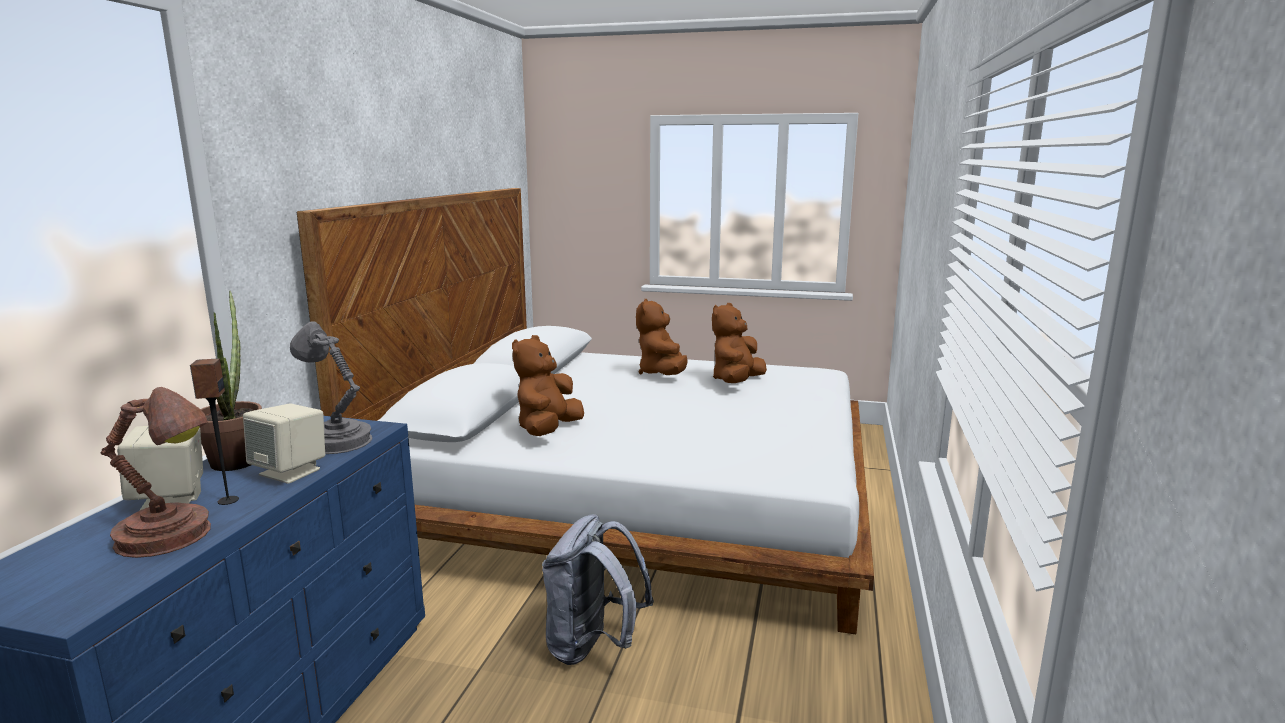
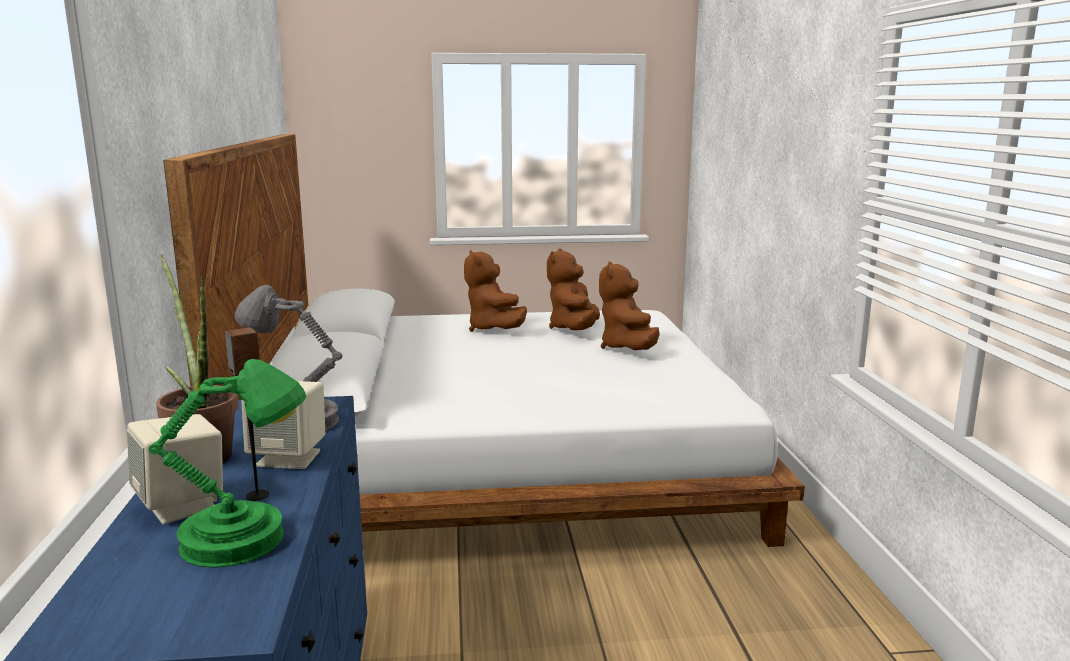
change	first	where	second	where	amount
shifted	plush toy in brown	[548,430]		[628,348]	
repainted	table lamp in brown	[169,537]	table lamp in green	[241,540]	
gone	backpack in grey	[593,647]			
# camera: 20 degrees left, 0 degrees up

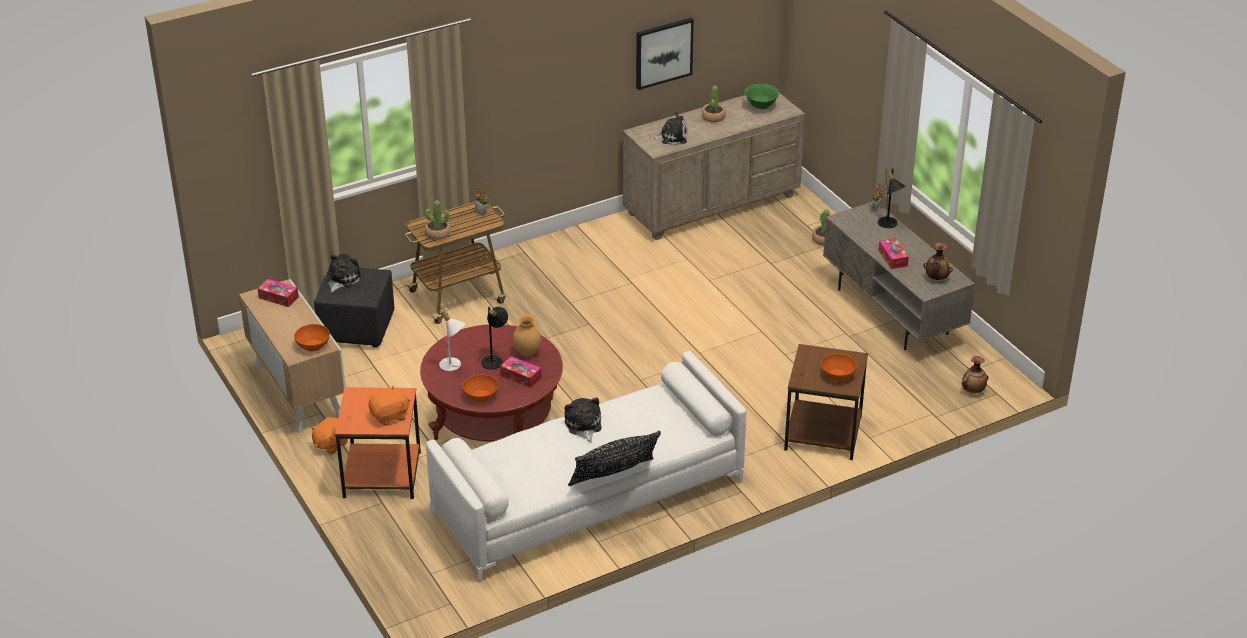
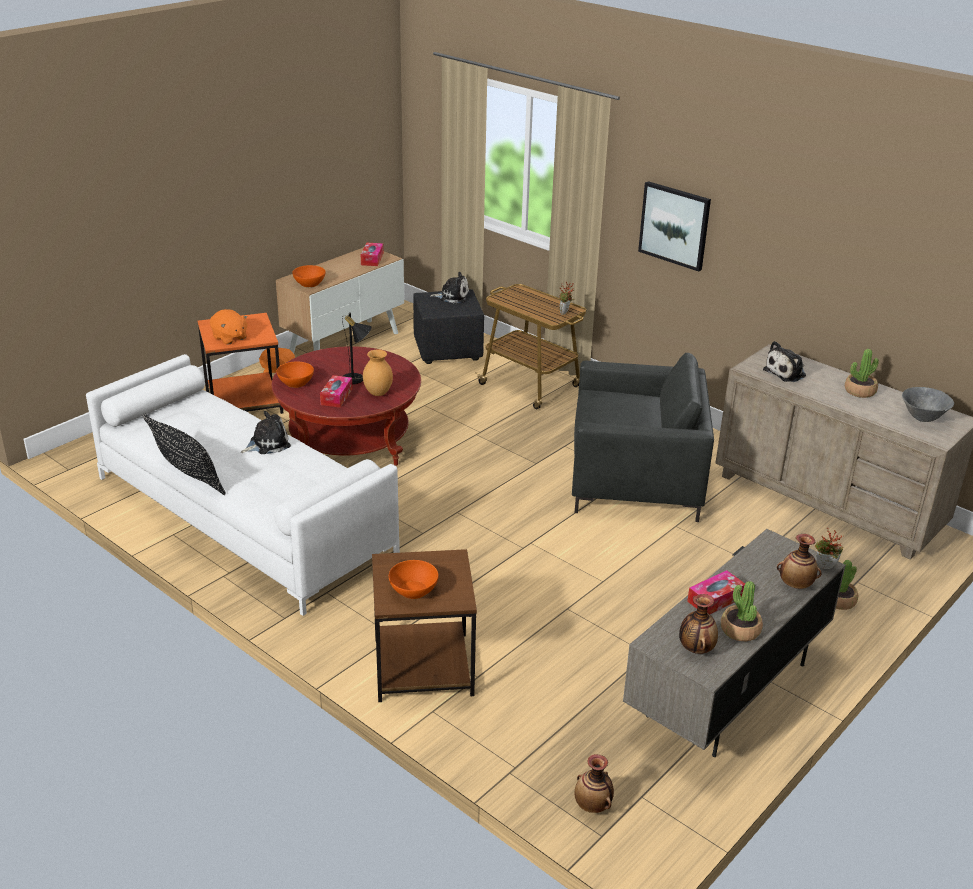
change	first	where	second	where	amount
shifted	picture	[663,52]		[674,225]	
repainted	bowl in green	[761,106]	bowl in grey	[923,418]	
rotated	plush toy	[671,137]		[786,373]	75 degrees clockwise
swapped	table lamp in black	[889,225]	vase	[795,585]	
shifted	potted plant	[438,234]		[740,630]	
gone	table lamp in white	[453,366]			
new			armchair in grey	[635,480]	
# camera: 70 degrees right, 5 degrees down

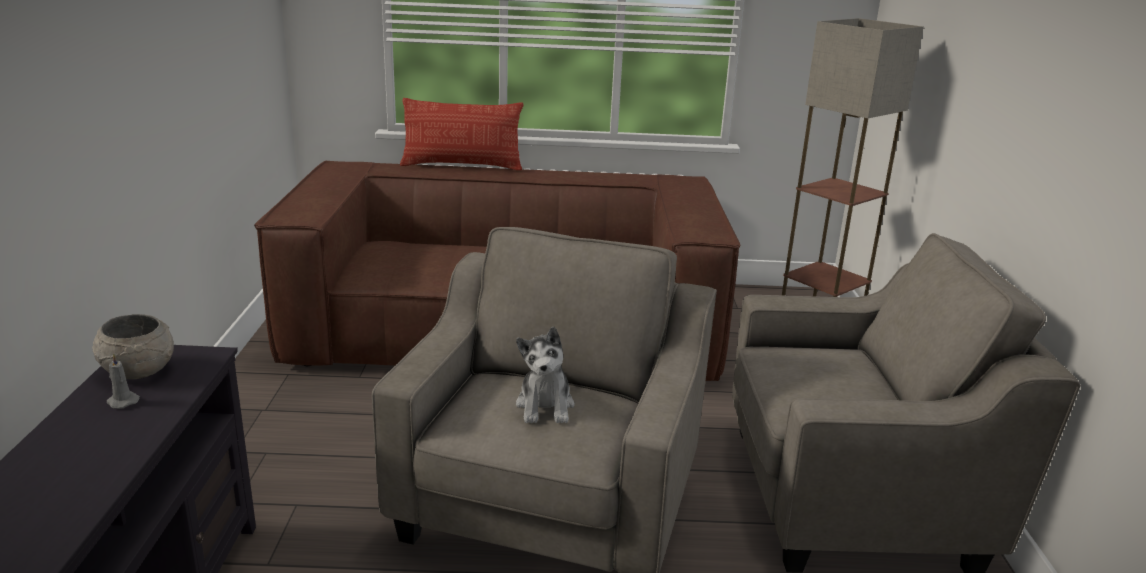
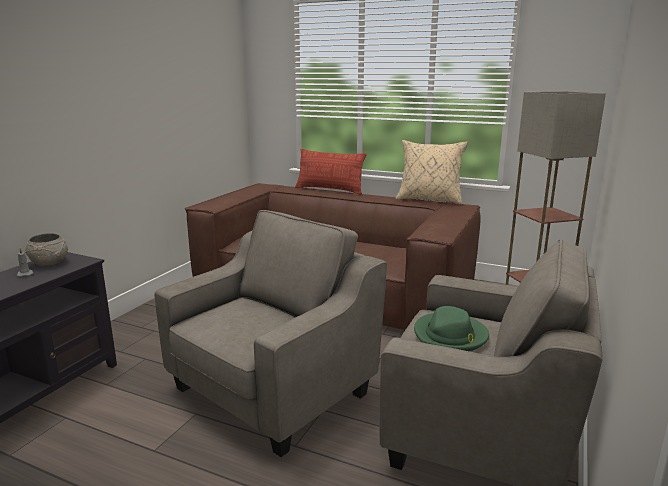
change	first	where	second	where	amount
gone	plush toy	[545,406]			
new			pillow in beige	[429,200]	
new			hat in green	[450,336]	
# camera: 25 degrees right, 5 degrees down

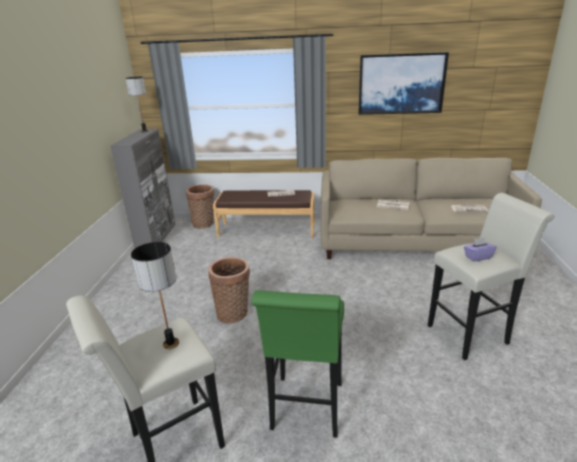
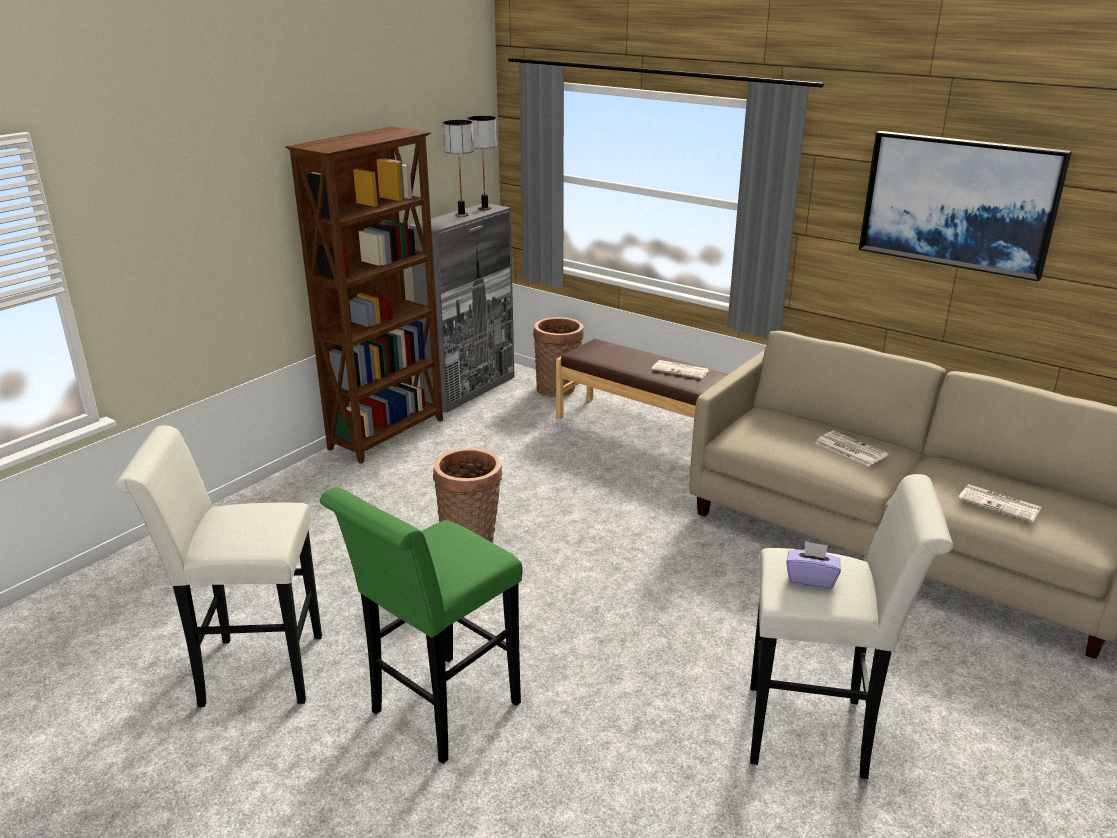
change	first	where	second	where	amount
shifted	table lamp	[171,343]		[462,215]	
new			bookcase in brown	[388,434]	
# camera: 30 degrees right, 0 degrees up

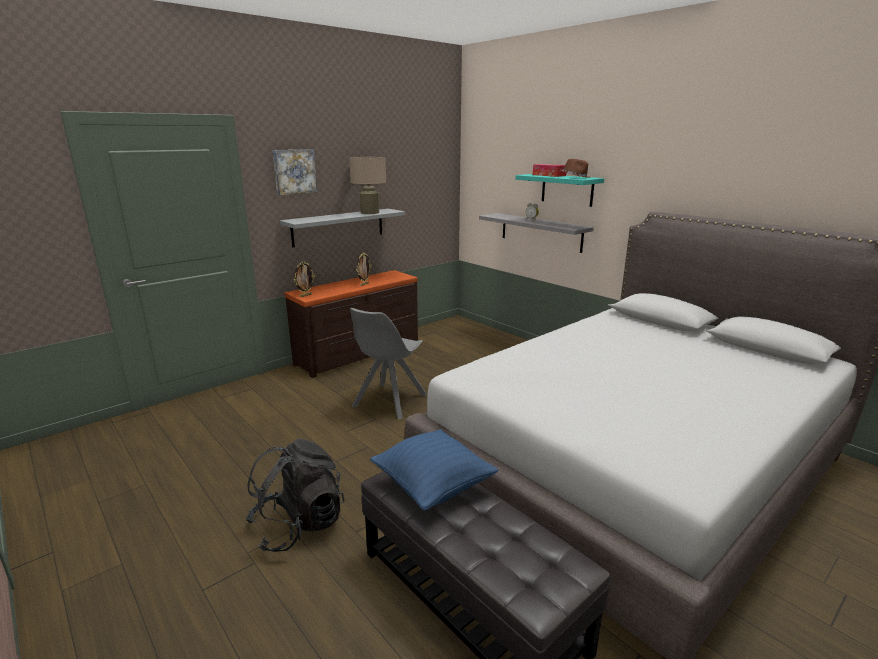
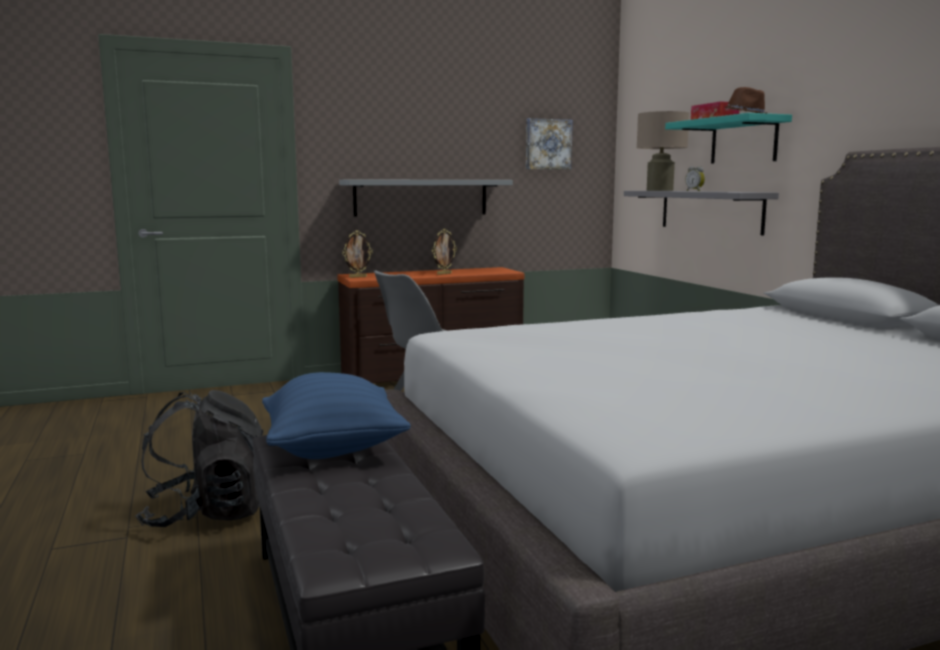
change	first	where	second	where	amount
shifted	picture	[294,171]		[547,144]	
shifted	table lamp in beige	[369,212]		[659,190]	
# camera: 20 degrees right, 10 degrees down

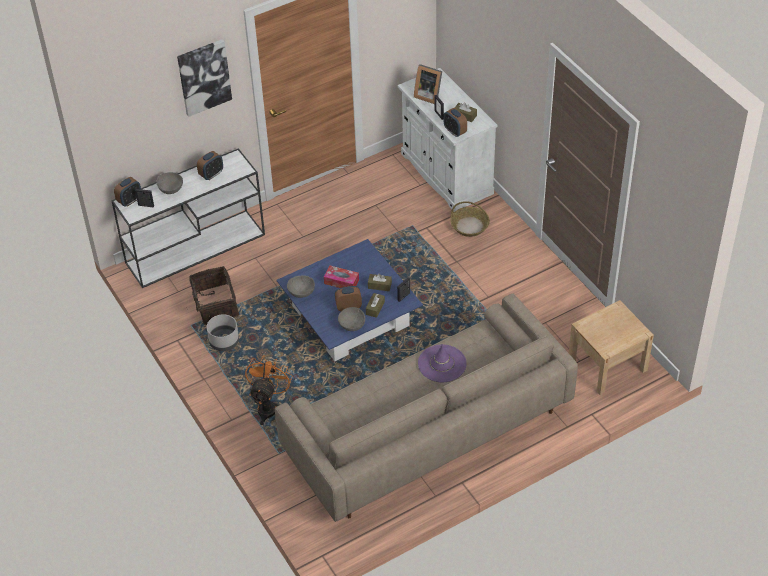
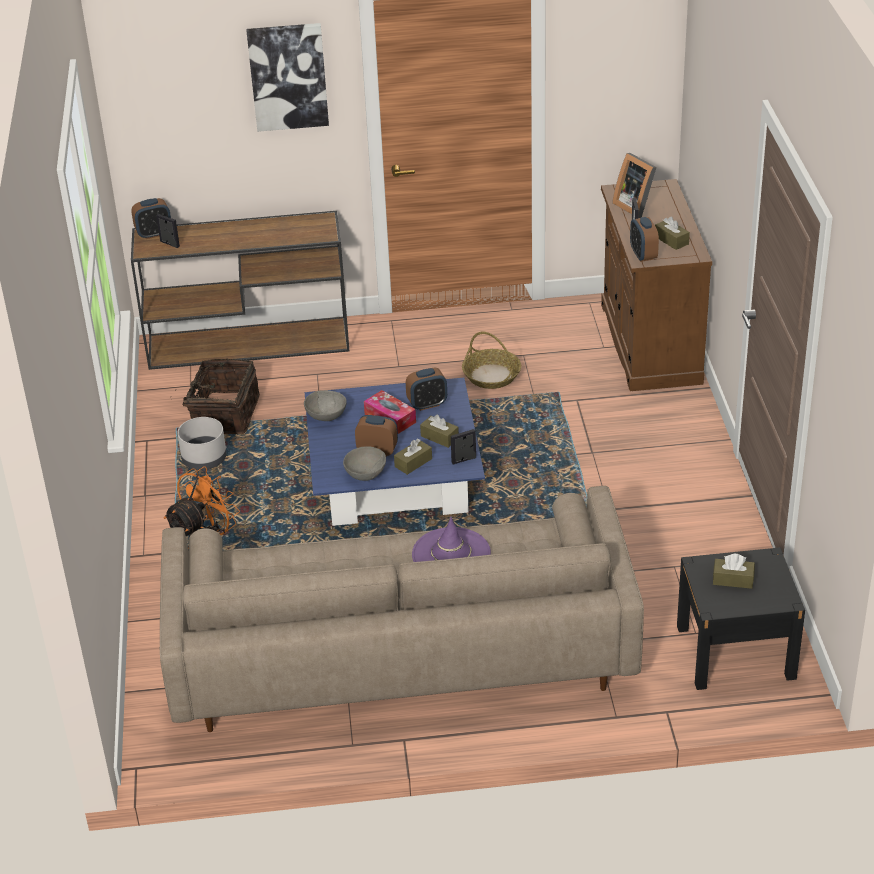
change	first	where	second	where	amount
repainted	cabinet in white	[446,174]	cabinet in brown	[650,343]	
repainted	console table in white	[196,248]	console table in brown	[250,343]	
shifted	alarm clock	[211,174]		[427,404]	
gone	bowl in grey	[171,189]			
shifted	basket	[470,226]		[492,376]	
repainted	nightstand in beige	[607,365]	nightstand in black	[735,652]	
new			tissue box in brown	[733,580]	
# camera: 25 degrees right, 10 degrees down

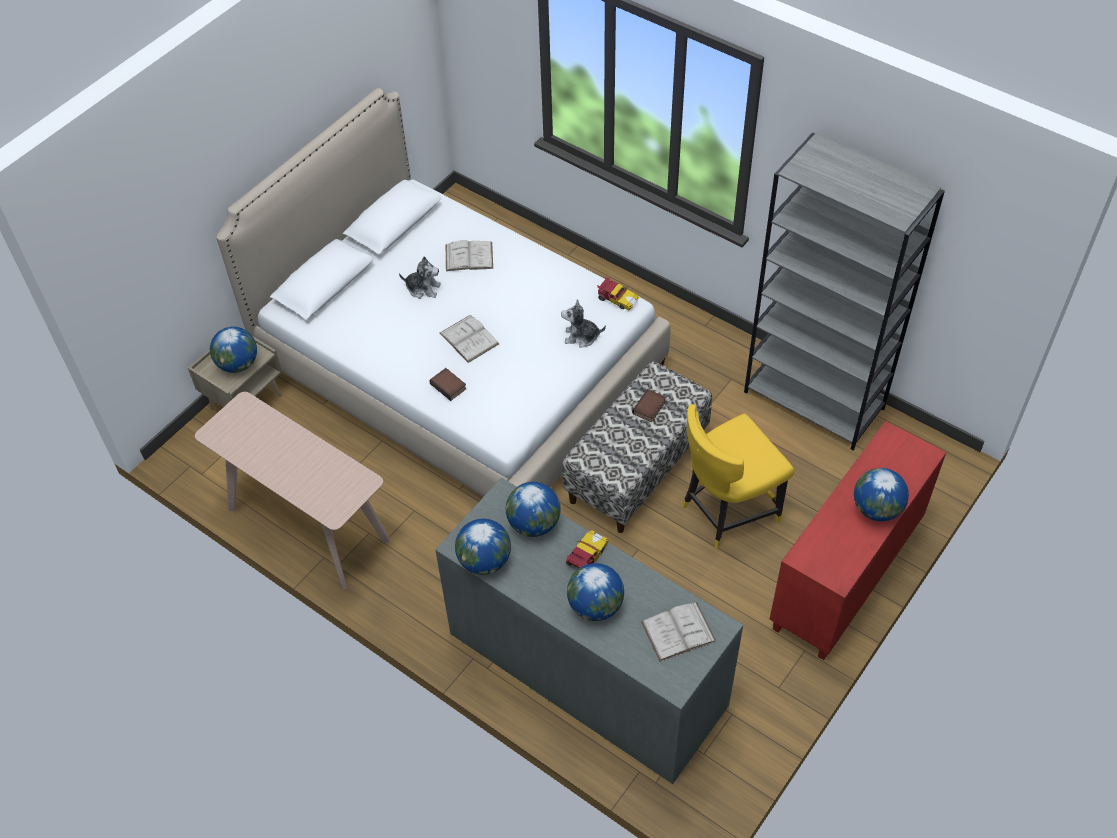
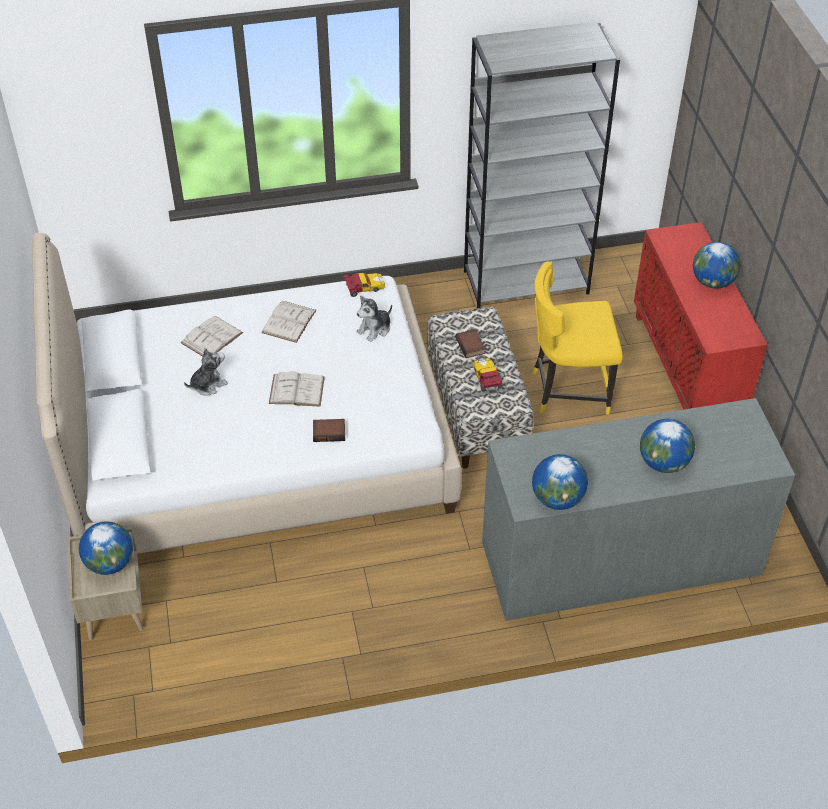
change	first	where	second	where	amount
gone	console table in beige	[308,525]			
rotated	chair in yellow	[726,511]		[568,390]	75 degrees clockwise
gone	globe	[534,524]			
shifted	toy car	[586,557]		[487,379]	
shifted	book in white	[678,631]		[289,321]	
# camera: 50 degrees left, 5 degrees down

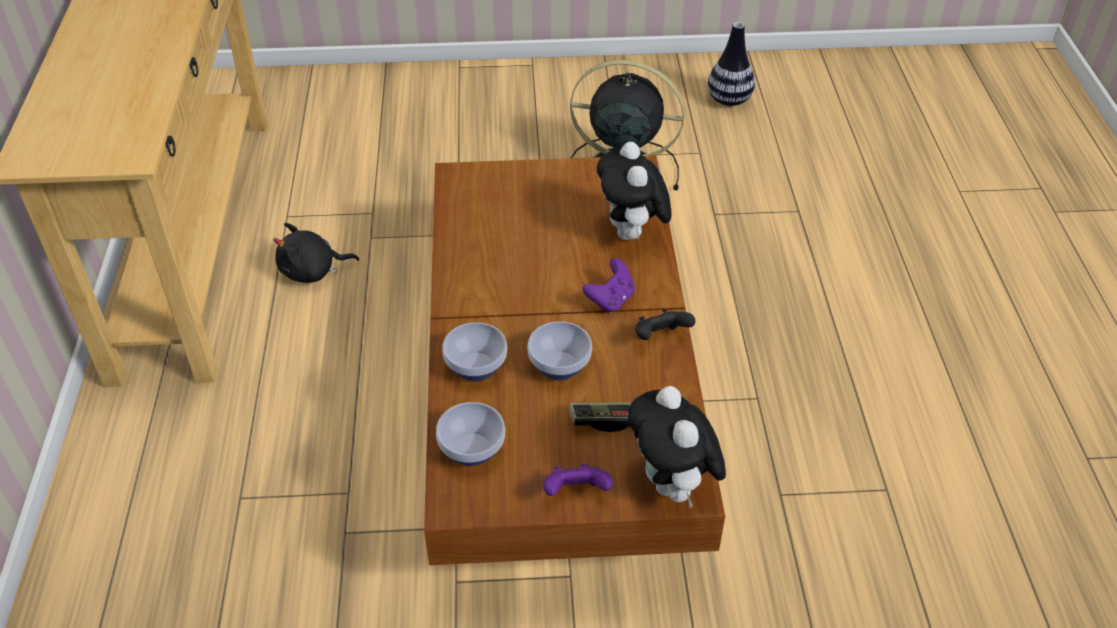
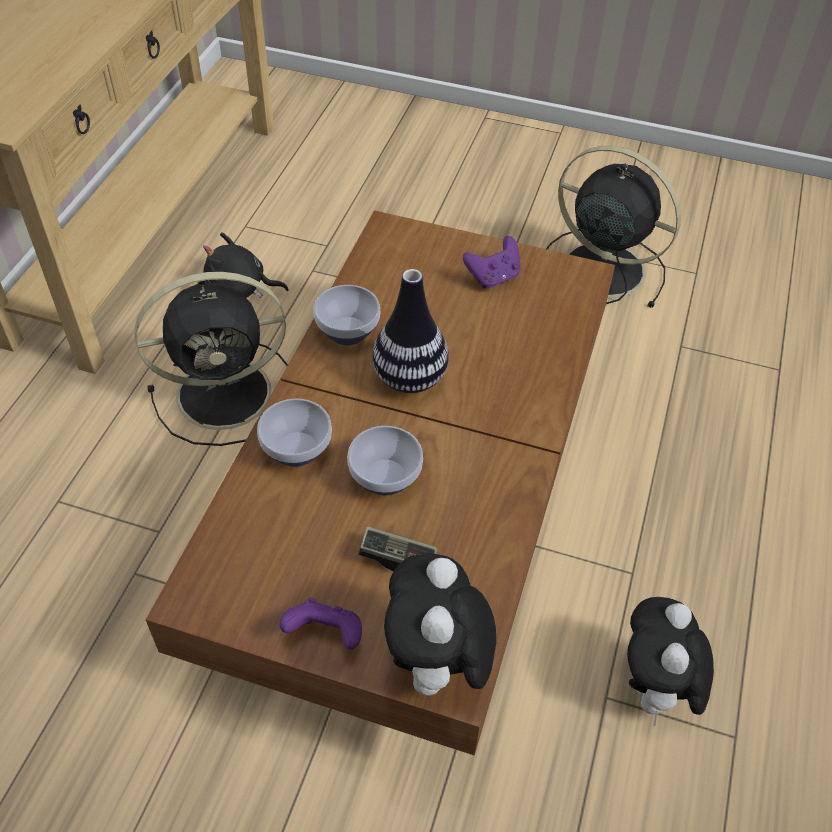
change	first	where	second	where	amount
shifted	vase	[729,100]		[410,378]	
shifted	plush toy	[632,234]		[654,690]	
shifted	game controller in purple	[610,300]		[493,277]	
gone	game controller in black	[660,337]			
shifted	bowl	[470,450]		[346,331]	
new			fan in black	[228,393]	
# camera: 20 degrees right, 5 degrees up

